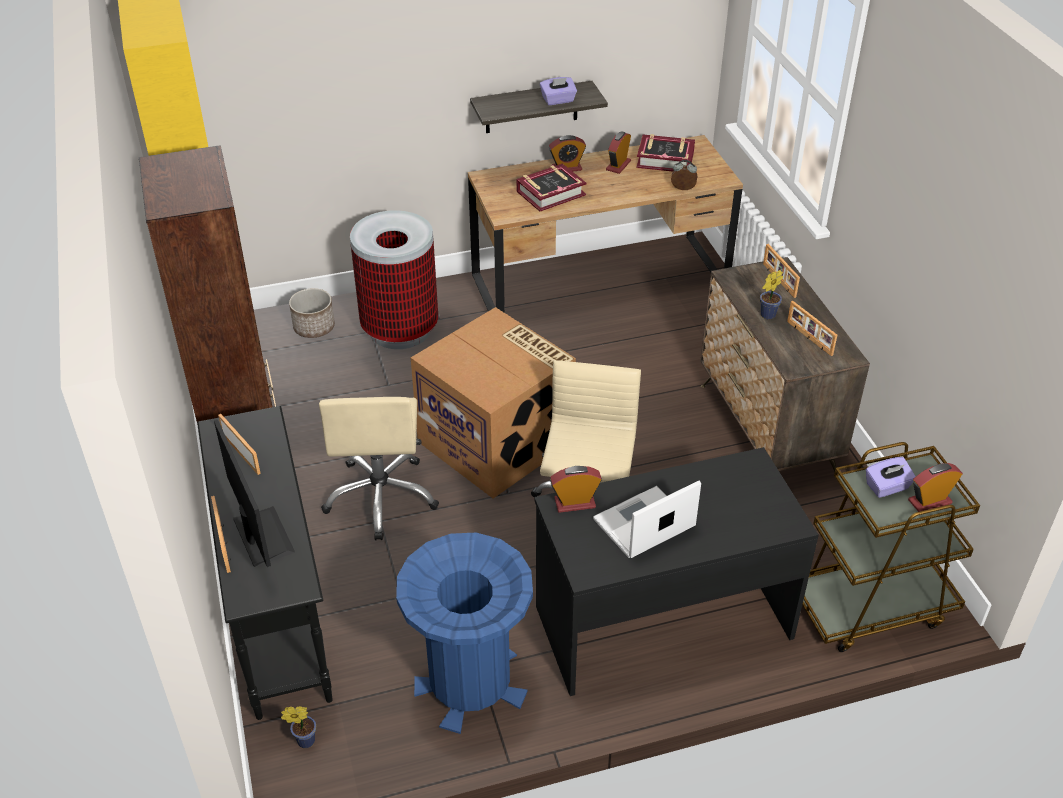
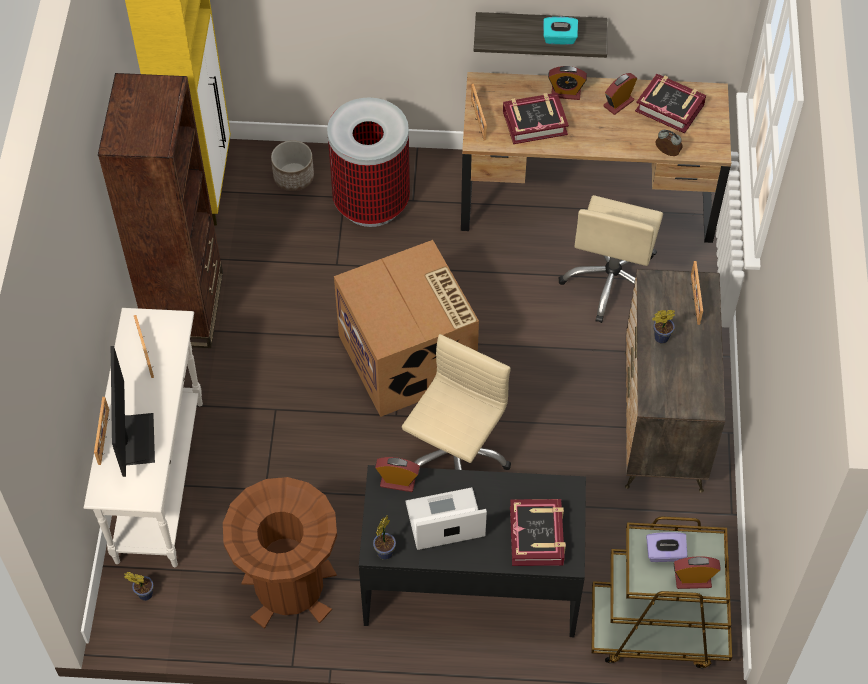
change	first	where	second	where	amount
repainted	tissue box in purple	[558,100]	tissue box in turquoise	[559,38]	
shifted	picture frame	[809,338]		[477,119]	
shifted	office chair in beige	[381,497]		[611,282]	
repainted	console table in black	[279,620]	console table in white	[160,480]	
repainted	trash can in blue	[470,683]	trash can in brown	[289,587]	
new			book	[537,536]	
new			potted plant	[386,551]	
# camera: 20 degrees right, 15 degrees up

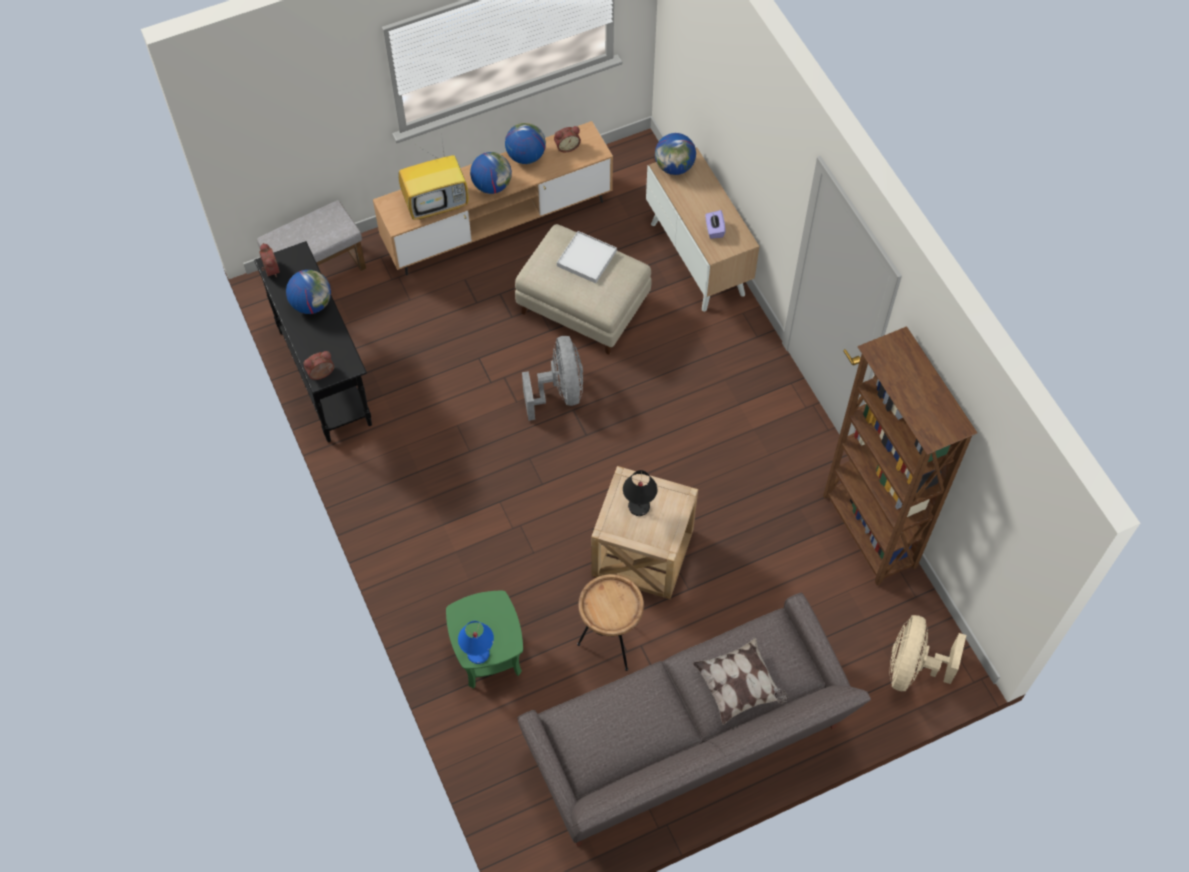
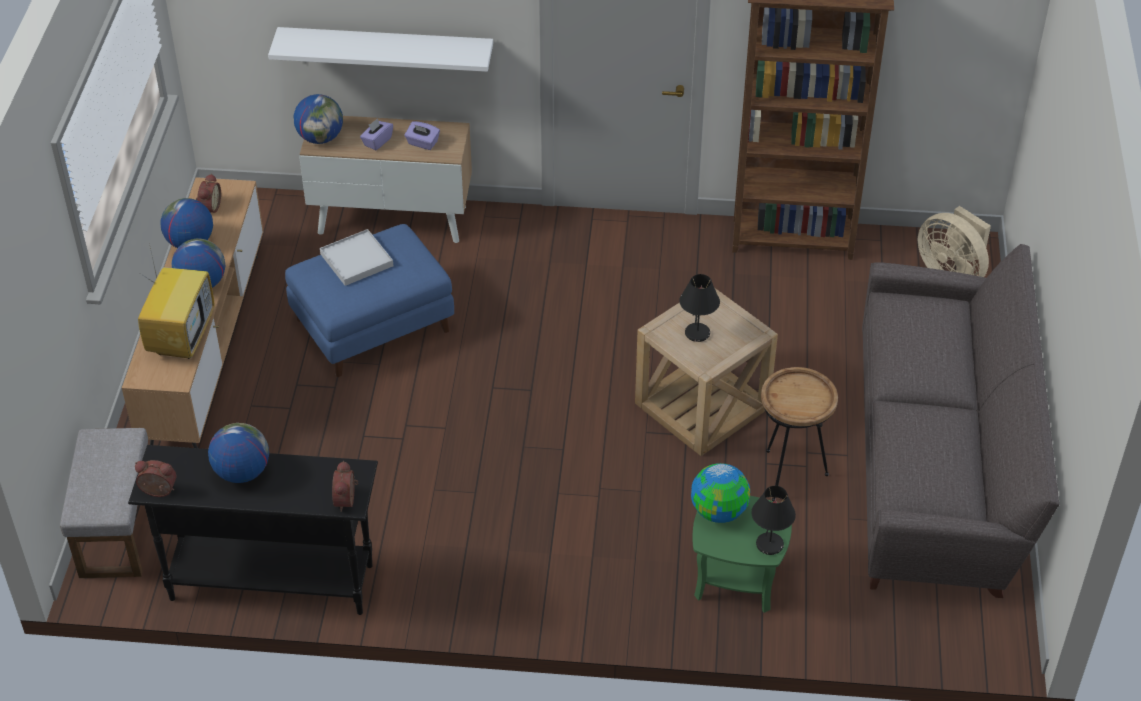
change	first	where	second	where	amount
repainted	ottoman in beige	[582,306]	ottoman in blue	[372,327]	
gone	fan in grey	[559,392]			
repainted	table lamp in blue	[478,654]	table lamp in black	[770,545]	
gone	pillow	[739,687]			
new			shelf in white	[386,48]	
new			tissue box in purple	[377,141]	
new			globe	[719,511]	
# camera: 60 degrees left, 15 degrees down

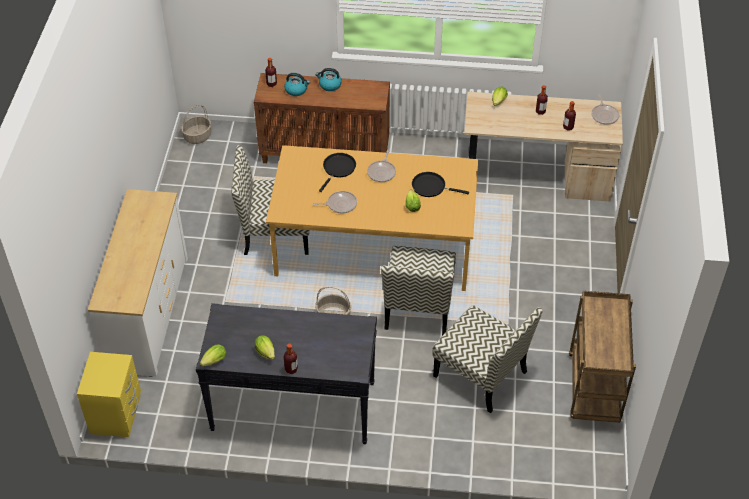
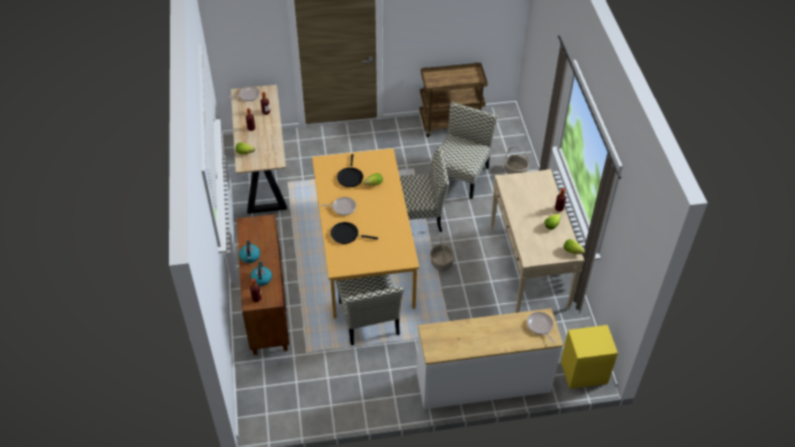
change	first	where	second	where	amount
shifted	basket	[197,136]		[515,171]	
shifted	frying pan	[340,204]		[540,326]	
repainted	console table in black	[292,406]	console table in beige	[529,267]	
# camera: 105 degrees left, 0 degrees up

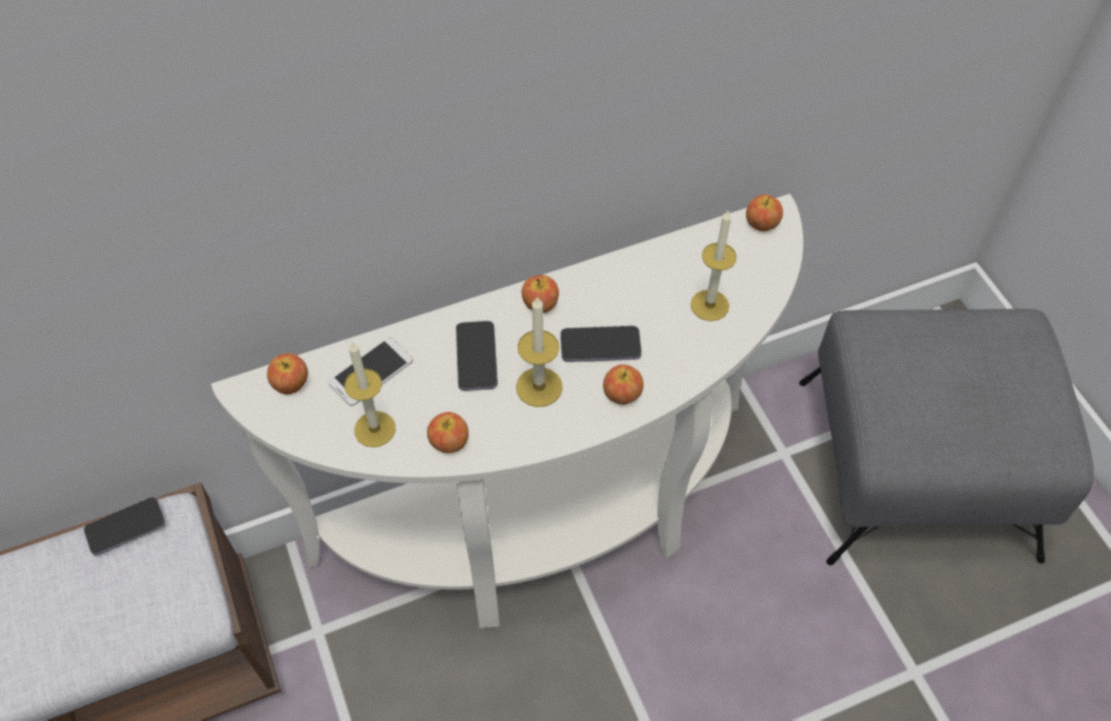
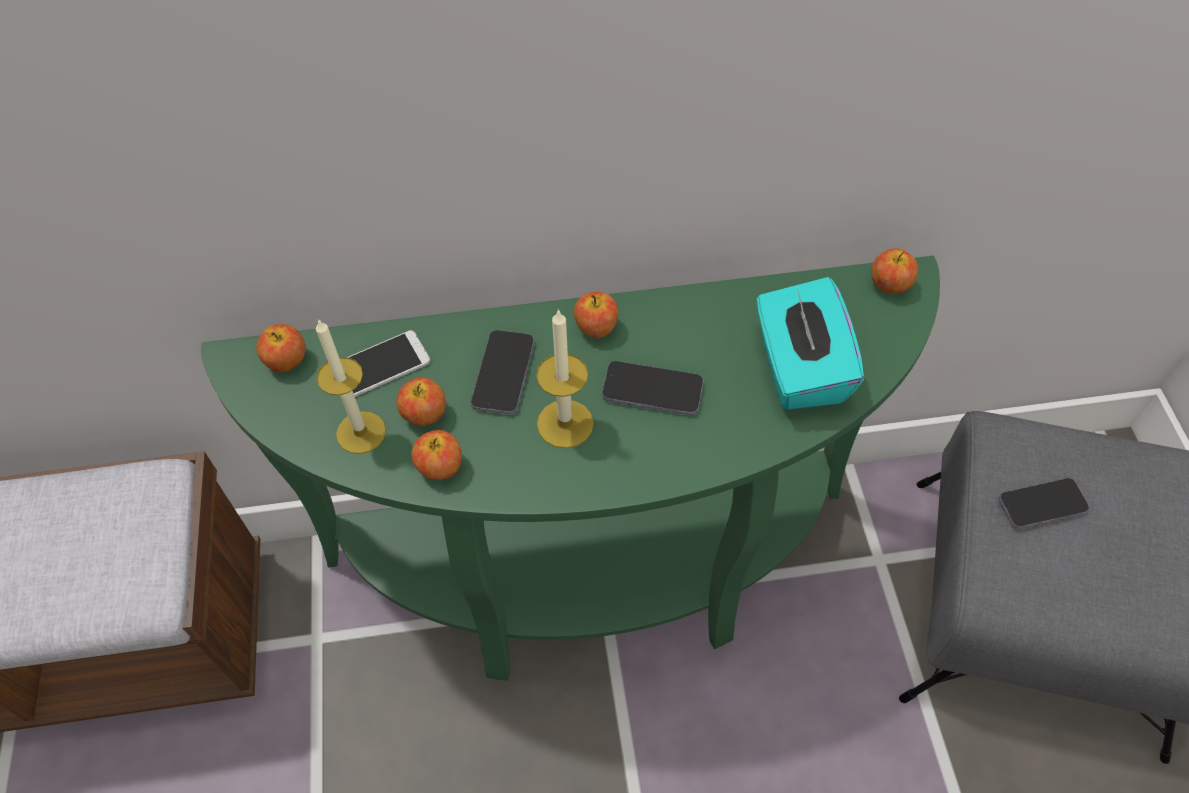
change	first	where	second	where	amount
repainted	console table in white	[550,525]	console table in green	[595,581]	
swapped	candle	[709,305]	tissue box in turquoise	[798,368]	
shifted	apple	[622,395]		[424,414]	
shifted	phone	[126,527]		[1042,505]	
# camera: 15 degrees right, 0 degrees up

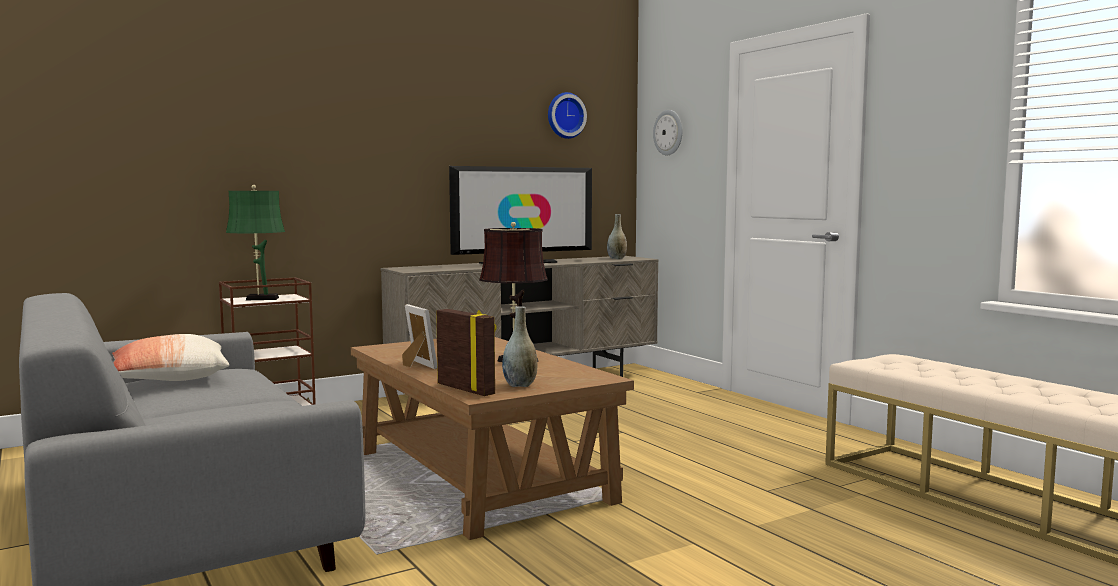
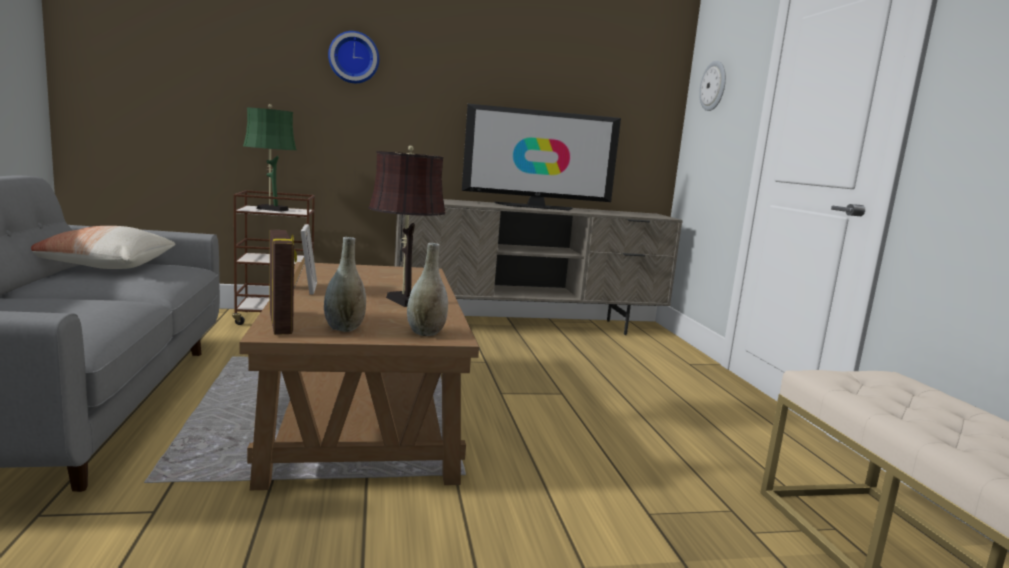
change	first	where	second	where	amount
shifted	wall clock	[565,115]		[354,57]	
shifted	vase in grey	[616,258]		[426,333]	
# camera: 20 degrees right, 5 degrees up

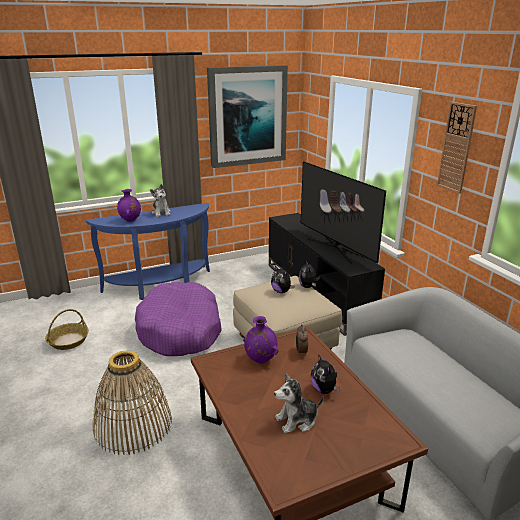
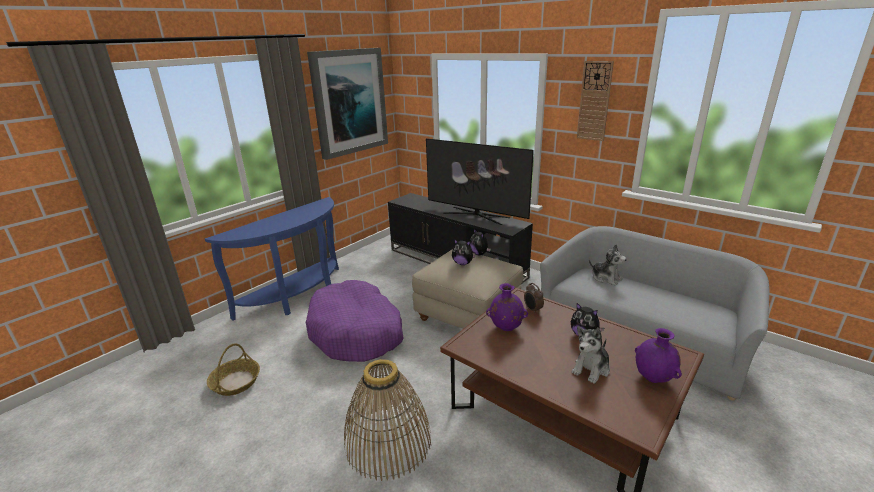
change	first	where	second	where	amount
shifted	plush toy	[161,213]		[606,278]	
shifted	vase in purple	[130,220]		[653,378]	
# camera: 25 degrees left, 0 degrees up

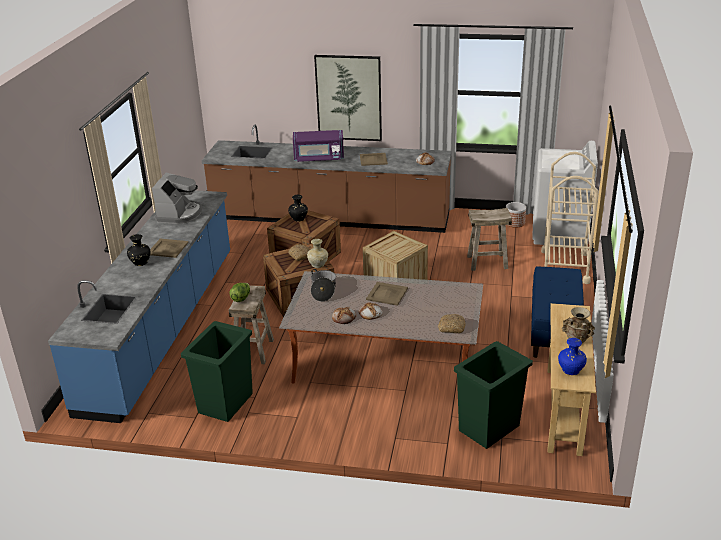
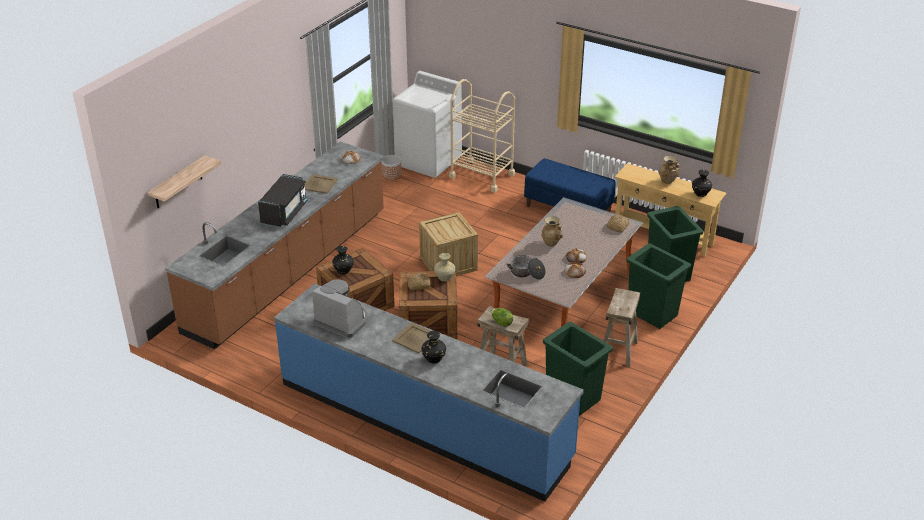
change	first	where	second	where	amount
gone	picture	[348,98]			
repainted	microwave in purple	[319,158]	microwave in black	[284,213]	
shifted	stool in beige	[487,262]		[618,350]	
swapped	tray in beige	[387,294]	vase in beige	[551,243]	
repainted	vase in blue	[571,371]	vase in black	[700,194]	
new			shelf	[178,183]	
new			trash can in green	[652,313]	
# camera: 70 degrees left, 5 degrees up

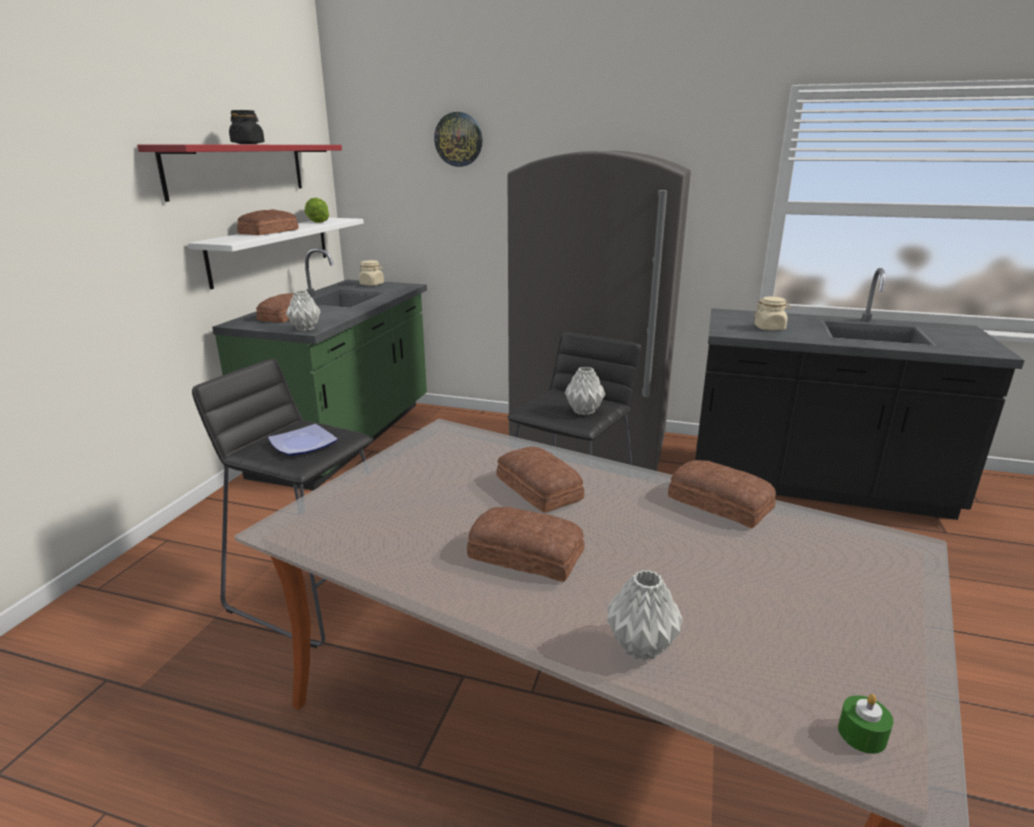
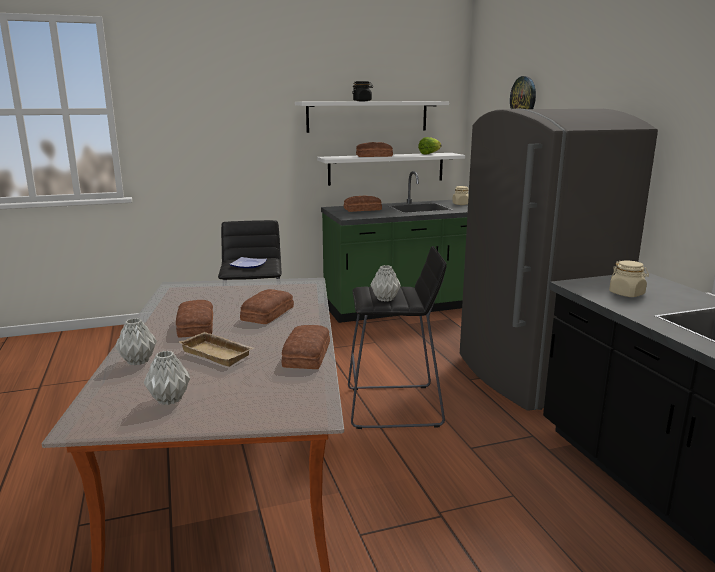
change	first	where	second	where	amount
repainted	shelf in red	[238,169]	shelf in white	[367,116]	
shifted	vase in grey	[305,328]		[170,399]	
gone	candle in green	[861,734]			
new			tray in beige	[219,353]	
# camera: 55 degrees right, 5 degrees down

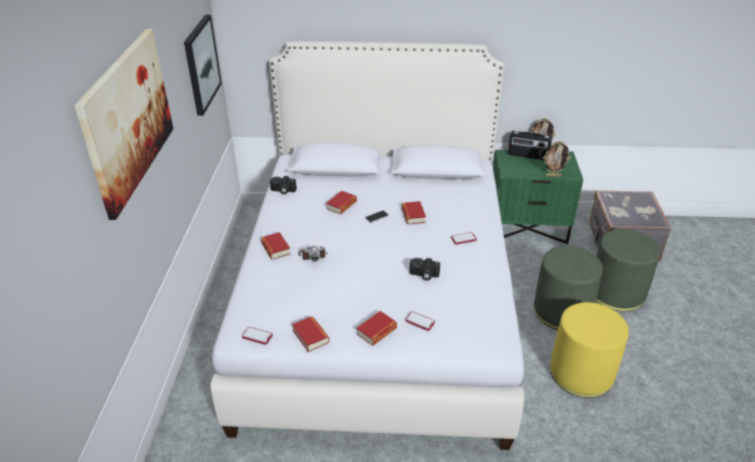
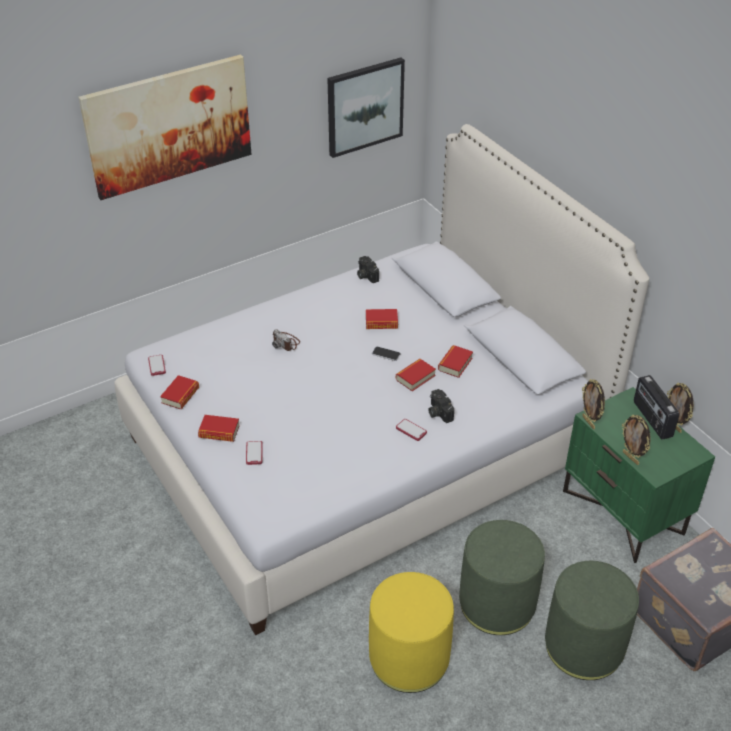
change	first	where	second	where	amount
shifted	book	[275,248]		[455,364]	
shifted	photo camera	[424,275]		[438,412]	
new			picture frame	[589,422]	
# camera: 55 degrees right, 5 degrees up

